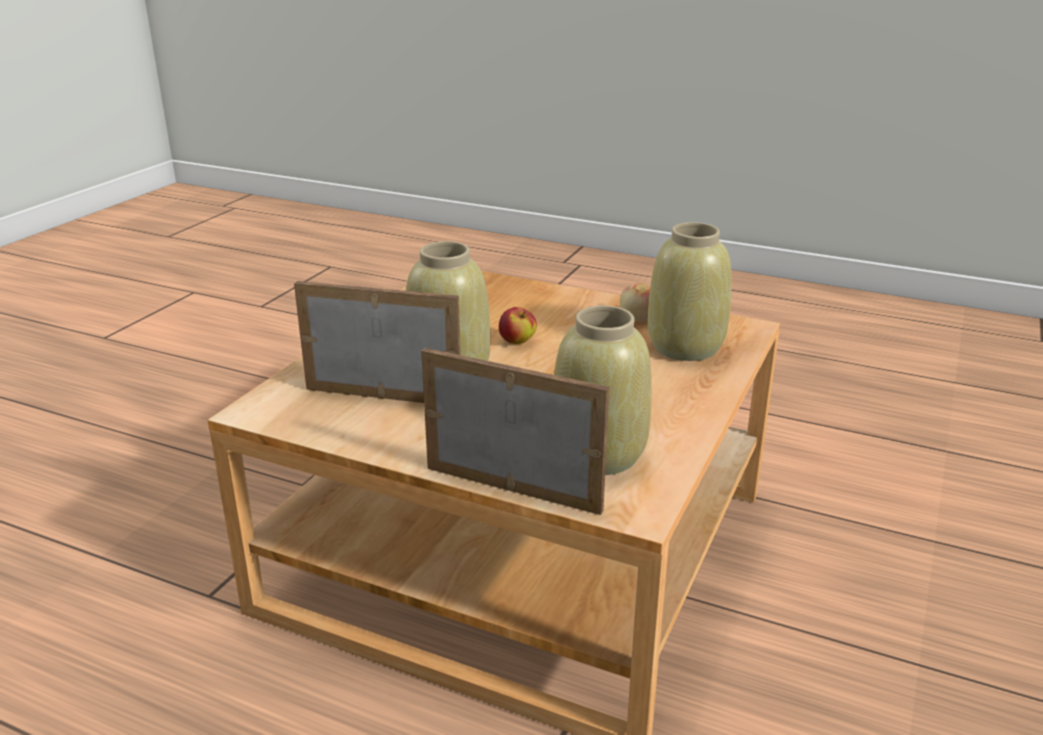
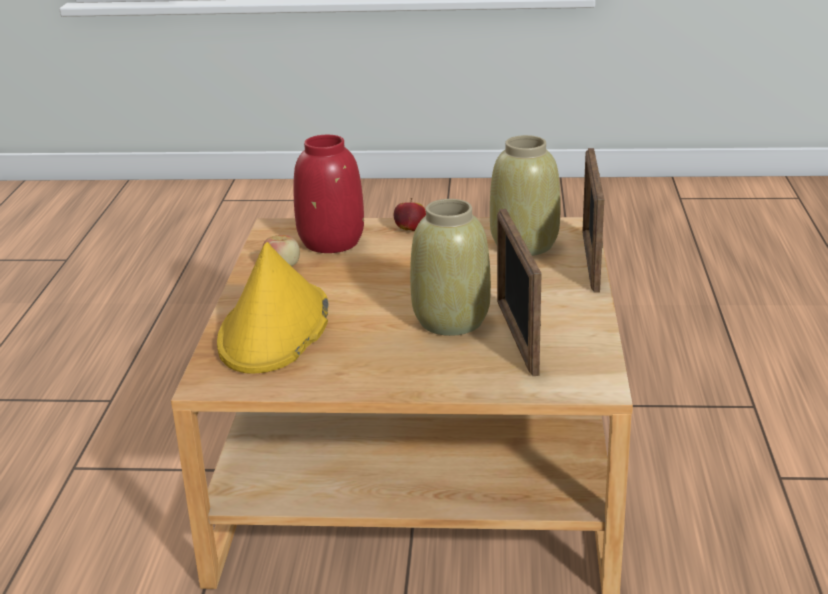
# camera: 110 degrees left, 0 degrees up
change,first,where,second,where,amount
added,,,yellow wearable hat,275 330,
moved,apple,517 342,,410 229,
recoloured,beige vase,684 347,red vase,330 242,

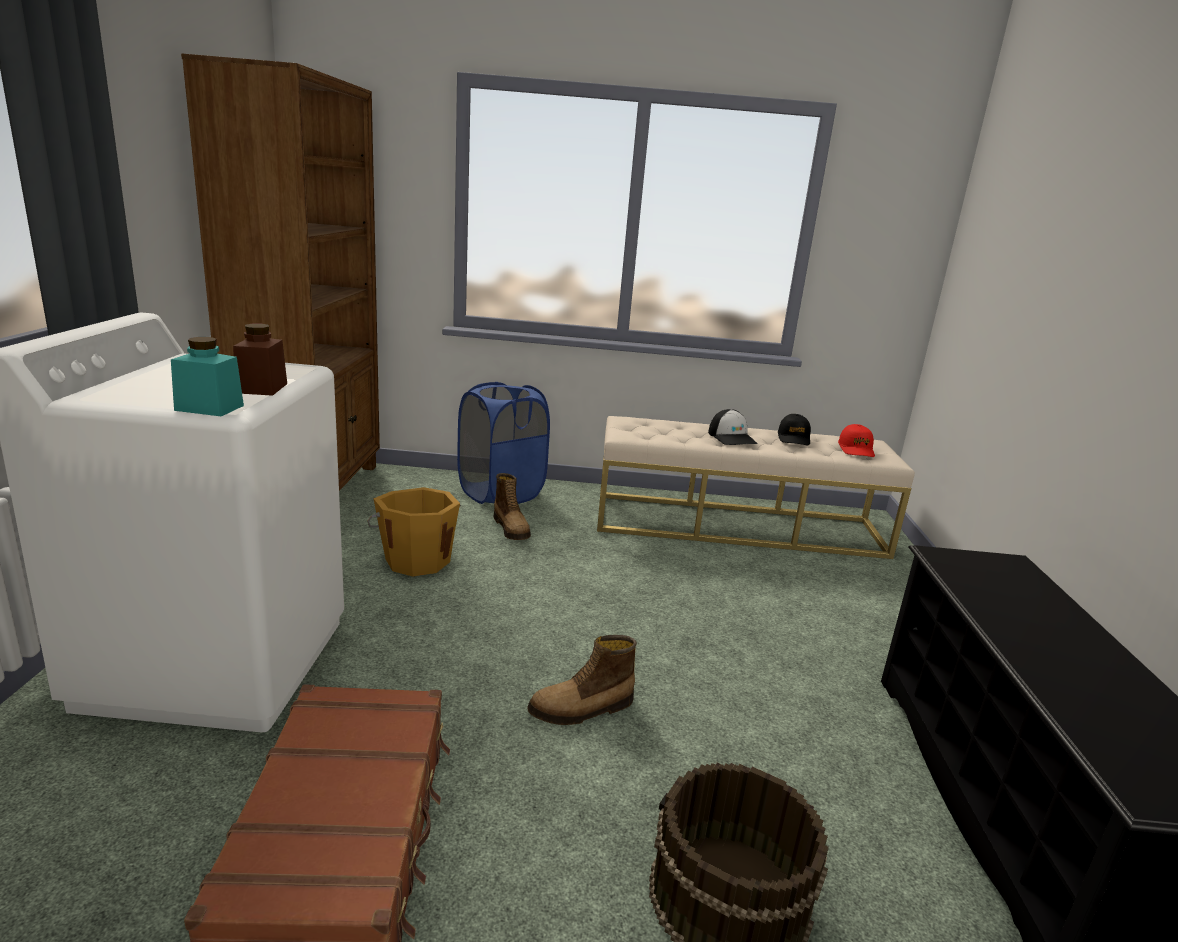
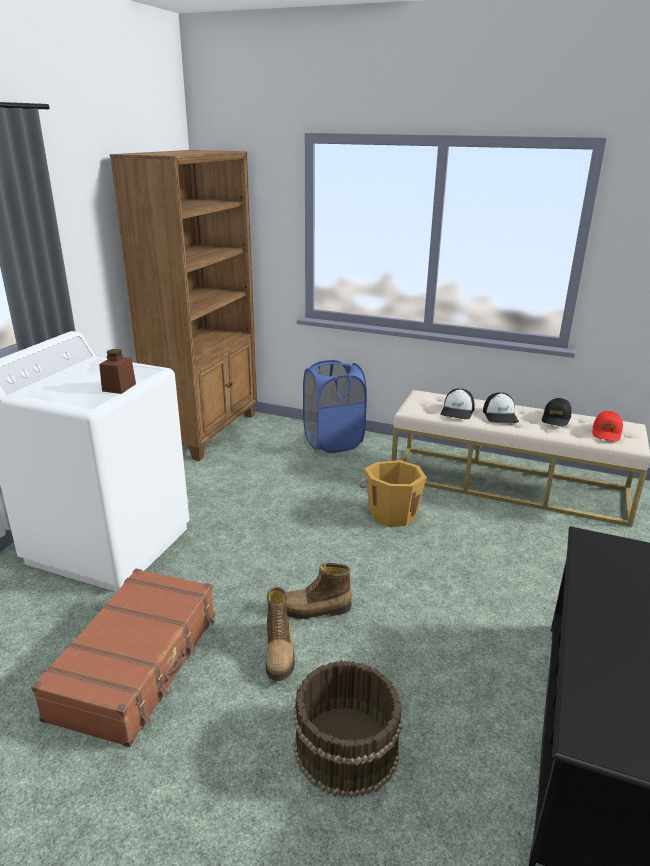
# camera: 20 degrees right, 5 degrees up
change,first,where,second,where,amount
removed,turquoise-coloured preserve jar,209 408,,,
added,,,cap,457 411,
moved,orangey pail,417 560,,392 513,
moved,high-top boot,512 529,,280 653,

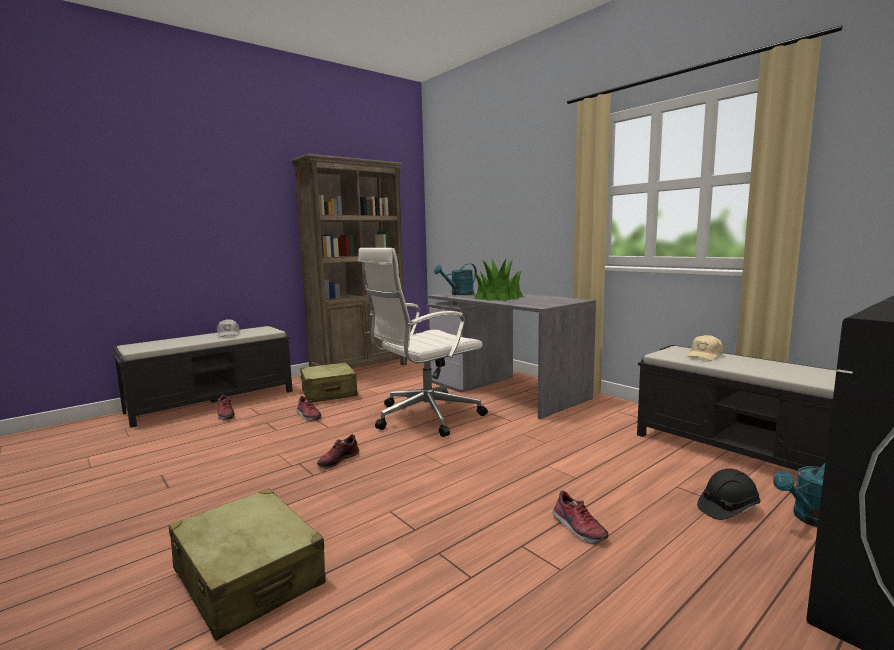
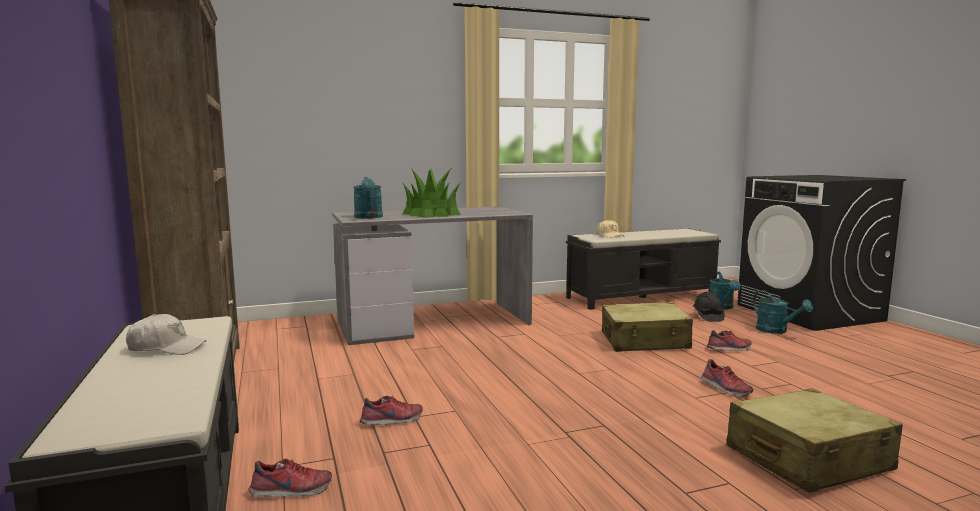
# camera: 70 degrees left, 0 degrees up
change,first,where,second,where,amount
removed,white-coloured desk chair,424 417,,,
added,,,turquoise-coloured watering can,776 331,
moved,beige travel case,328 393,,645 341,
moved,low shoe,338 460,,724 389,

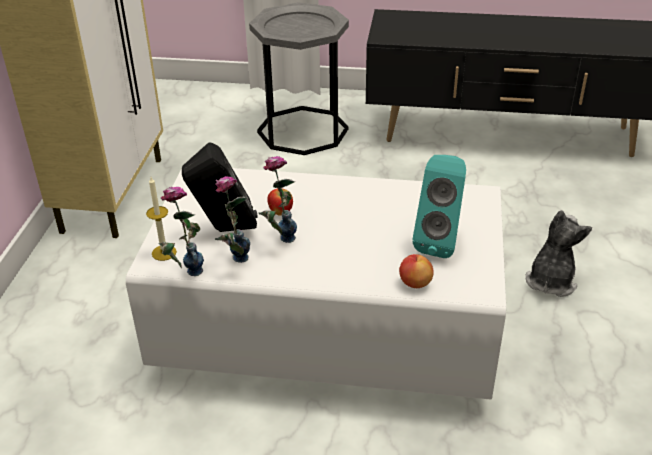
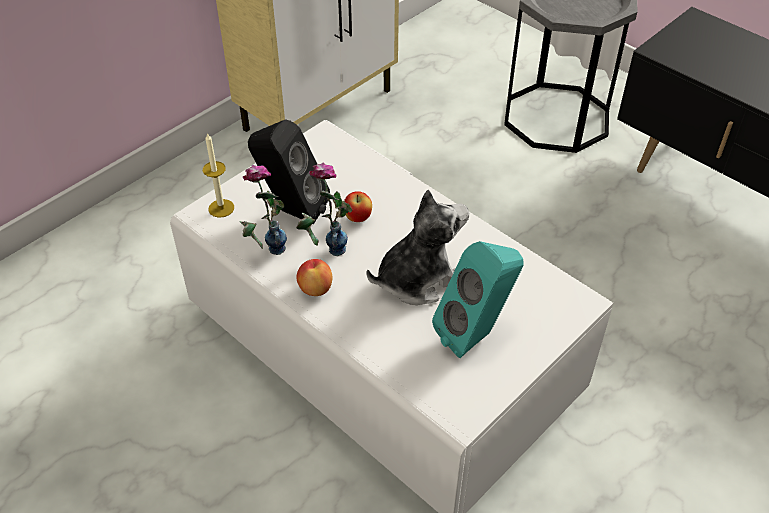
# camera: 35 degrees right, 10 degrees up
change,first,where,second,where,amount
removed,vase,184 275,,,
moved,apple,415 283,,315 288,
moved,plush toy,550 281,,418 279,

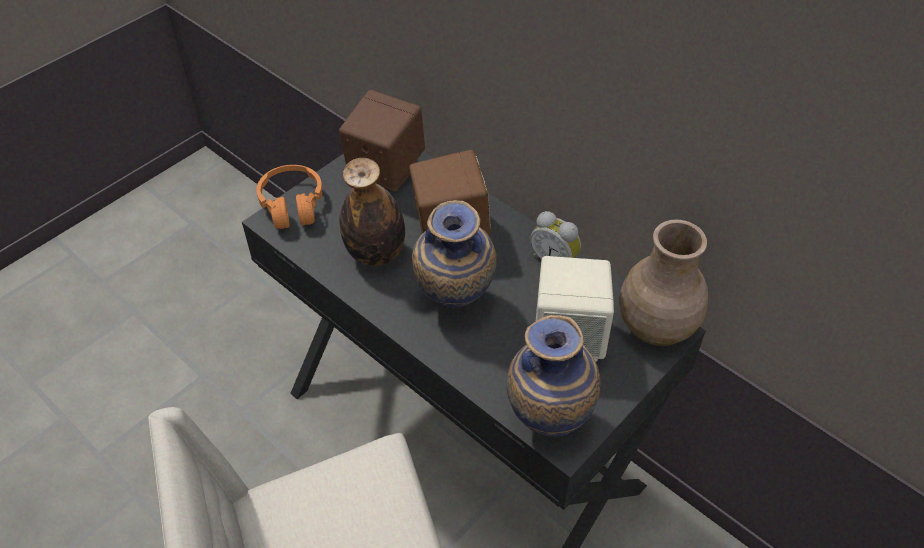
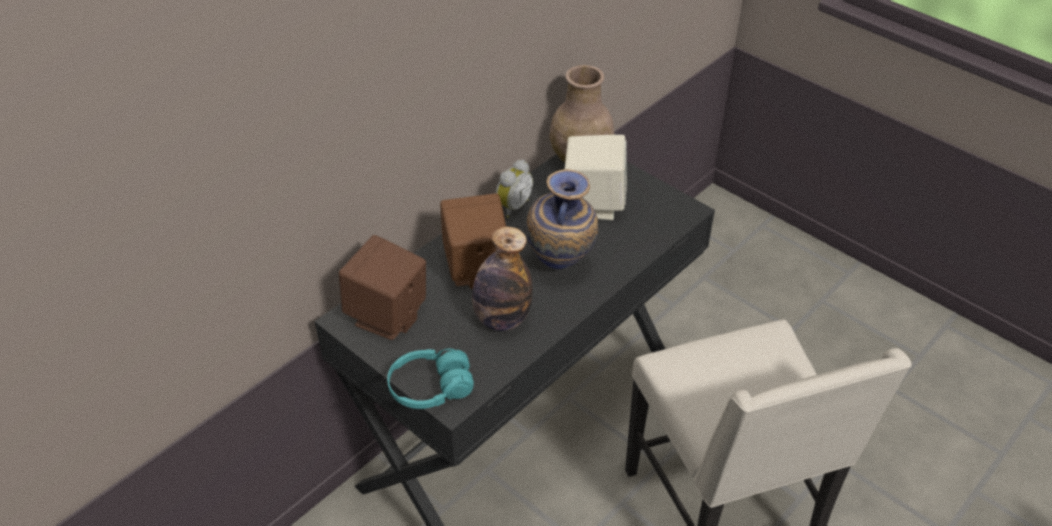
# camera: 90 degrees left, 5 degrees down
change,first,where,second,where,amount
removed,vase,548 421,,,
recoloured,orangey headphones,292 205,turquoise-coloured headphones,430 388,

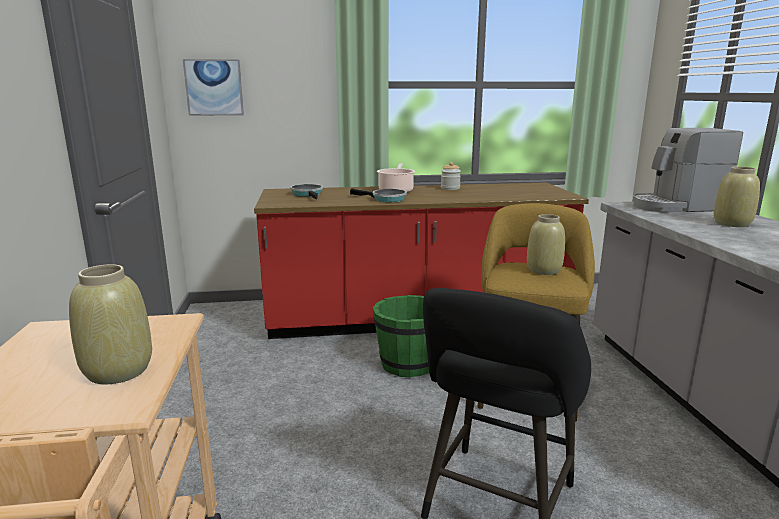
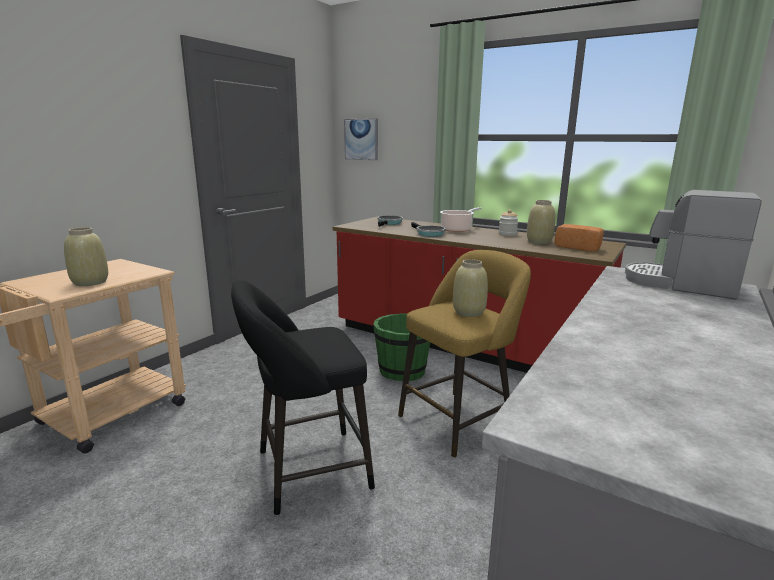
# camera: 40 degrees right, 0 degrees up
change,first,where,second,where,amount
added,,,bread,578 247,
moved,beige vase,731 224,,538 242,

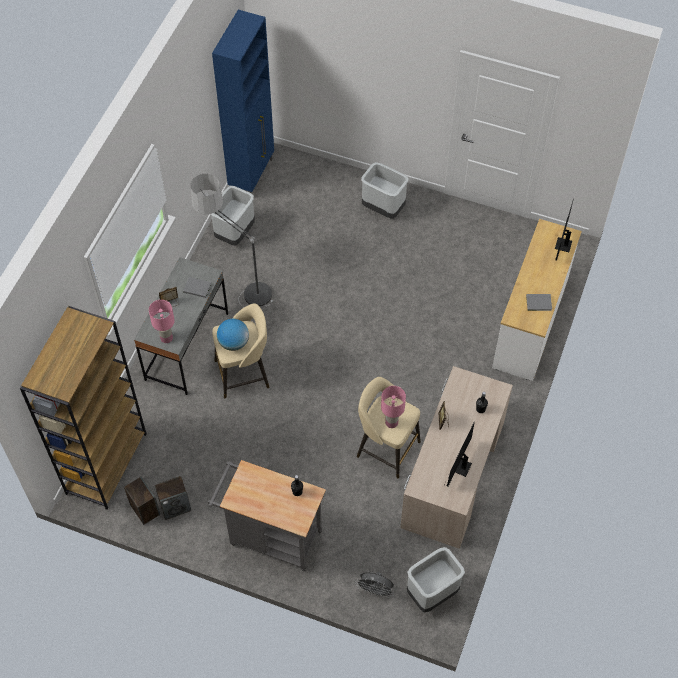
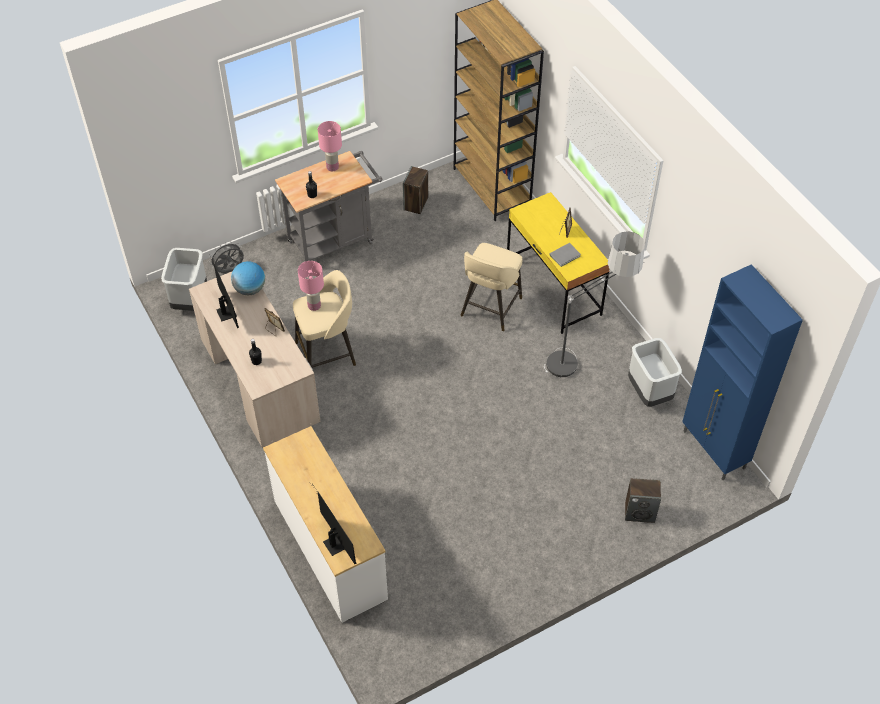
# camera: 130 degrees right, 5 degrees down
change,first,where,second,where,amount
removed,grey trash can,384 208,,,
removed,grey volume,539 303,,,
moved,speaker,144 509,,640 512,
moved,pink-coloured lamp for a table,166 338,,332 167,
moved,desk globe,234 343,,250 289,
recoloured,grey desk unit,187 346,yellow desk unit,553 289,

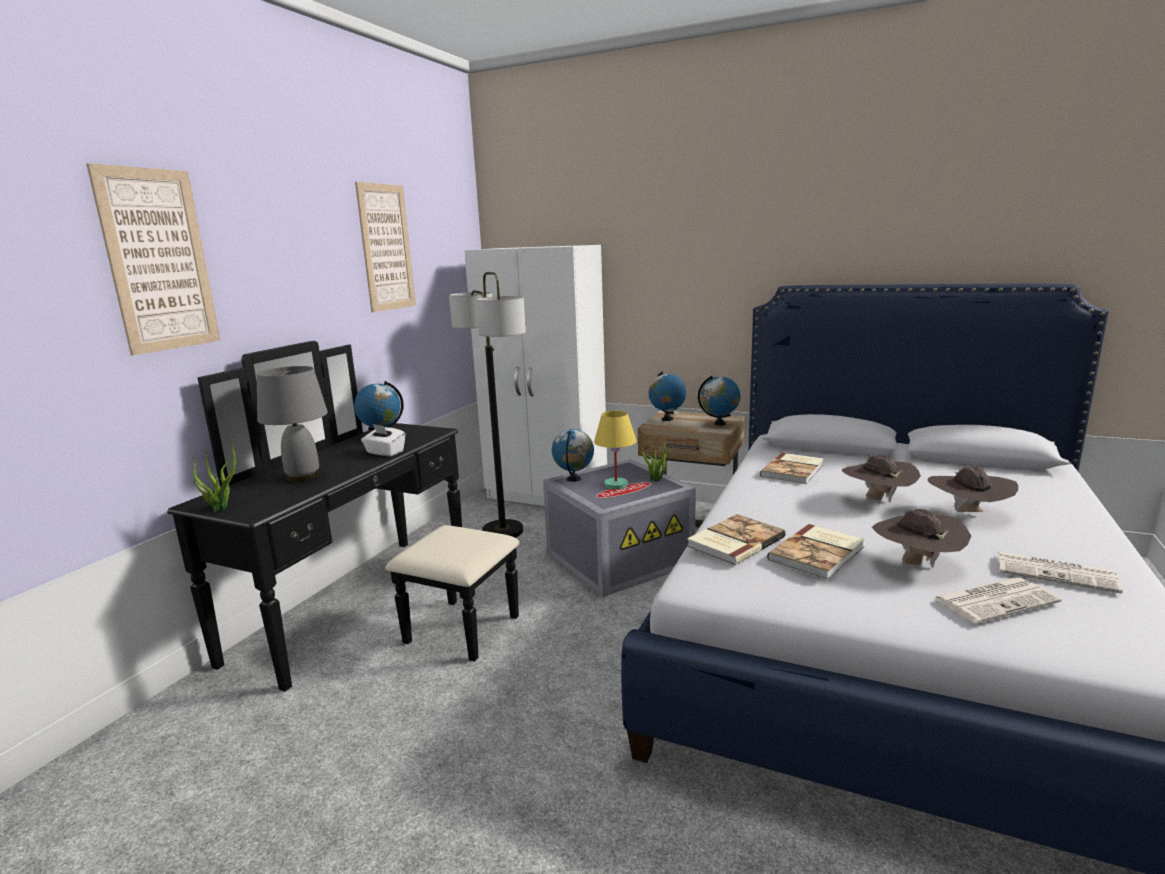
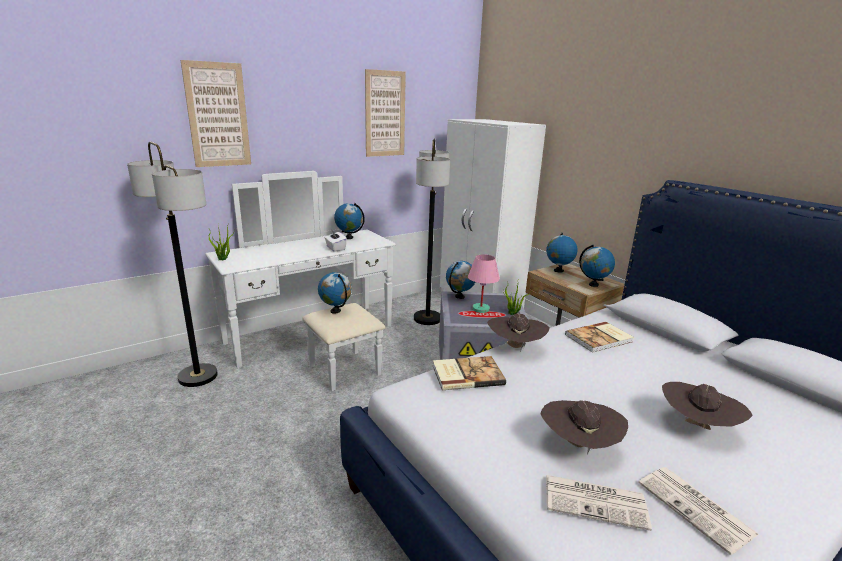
# camera: 30 degrees right, 5 degrees up
change,first,where,second,where,amount
removed,grey lamp for a table,302 477,,,
removed,volume,819 553,,,
added,,,standard lamp,198 376,
added,,,desk globe,335 311,
moved,brown-coloured wearable hat,877 500,,515 347,
recoloured,blackish drawer chest,379 608,white-coloured drawer chest,318 341,
recoloured,yellow lamp for a table,616 485,pink-coloured lamp for a table,481 309,

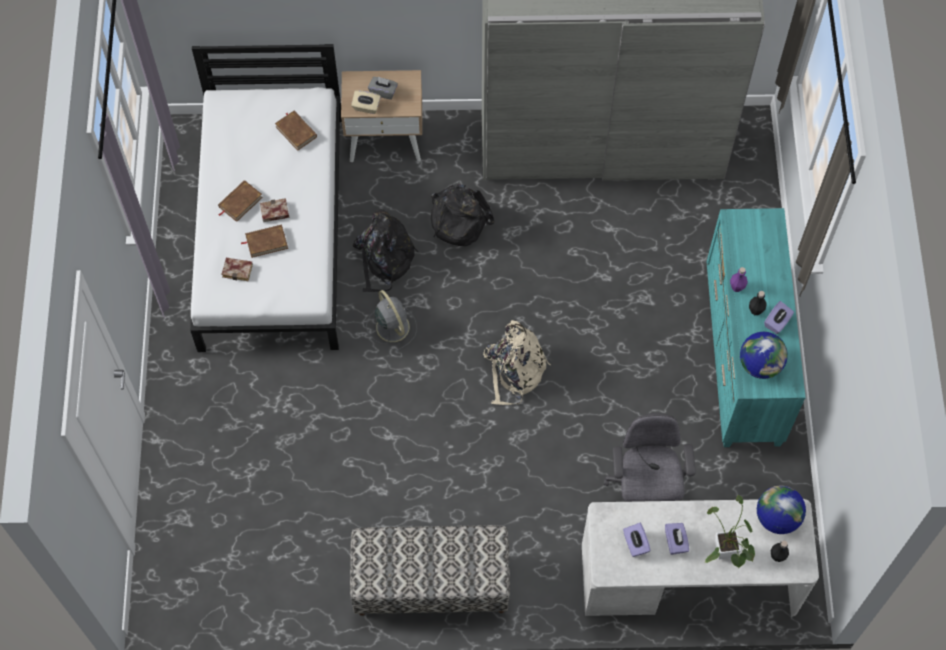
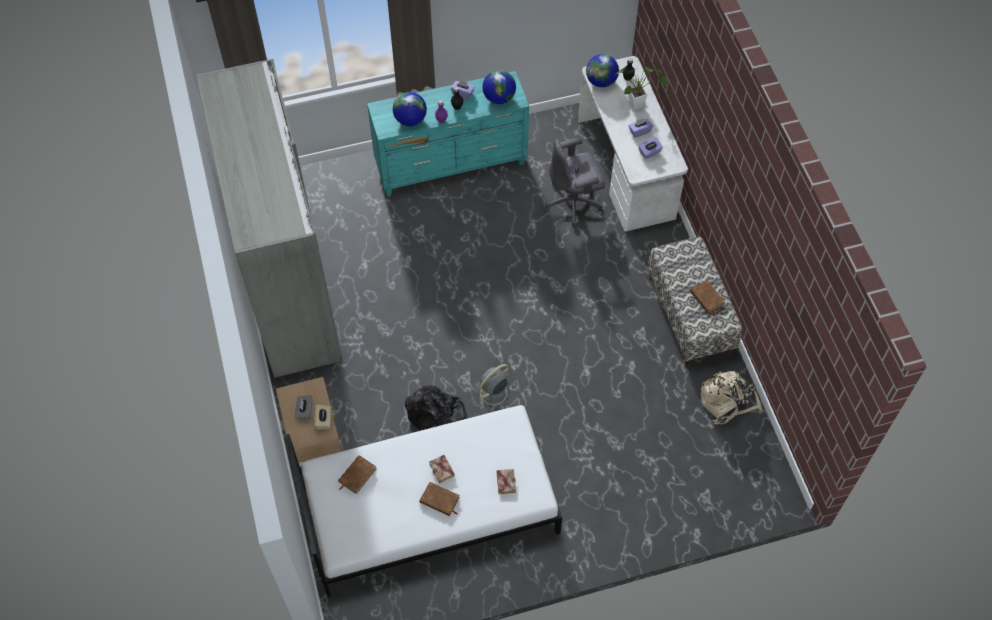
# camera: 105 degrees left, 5 degrees down
change,first,where,second,where,amount
removed,blackish rucksack,458 220,,,
added,,,desk globe,410 120,
moved,brown-coloured volume,266 242,,706 298,
moved,beige rucksack,514 371,,727 401,

